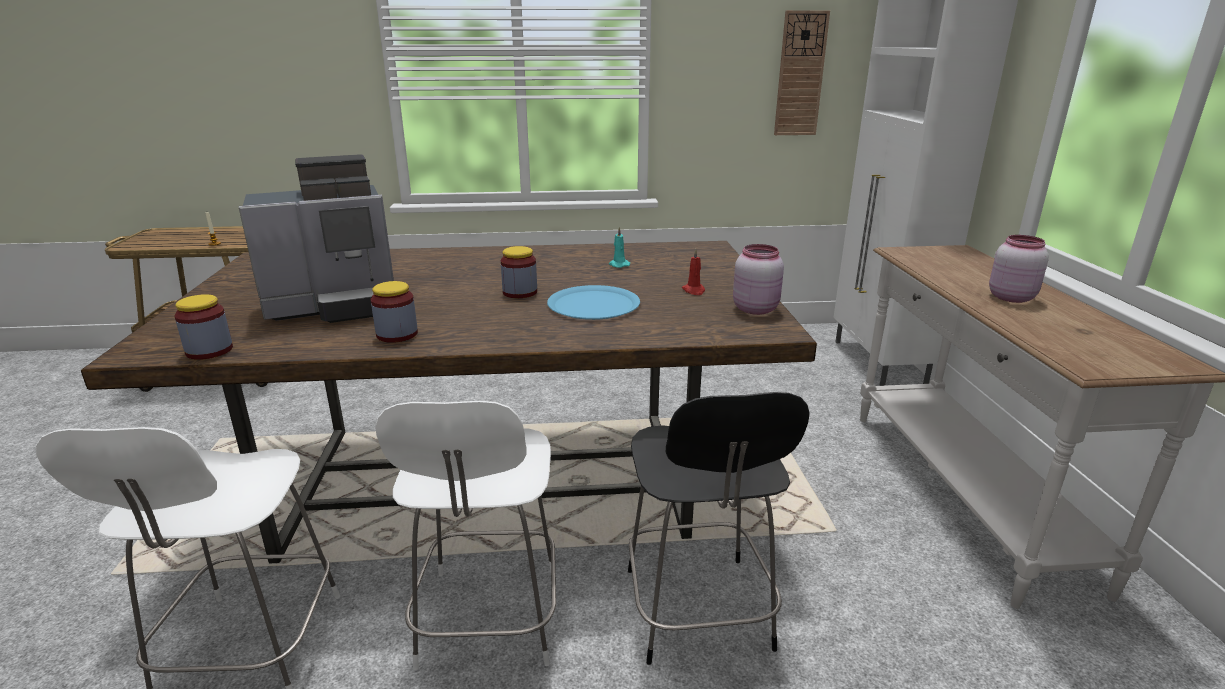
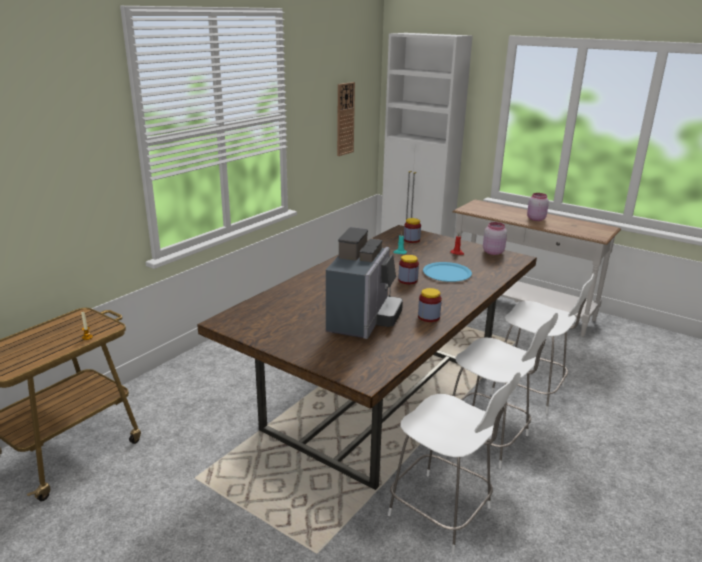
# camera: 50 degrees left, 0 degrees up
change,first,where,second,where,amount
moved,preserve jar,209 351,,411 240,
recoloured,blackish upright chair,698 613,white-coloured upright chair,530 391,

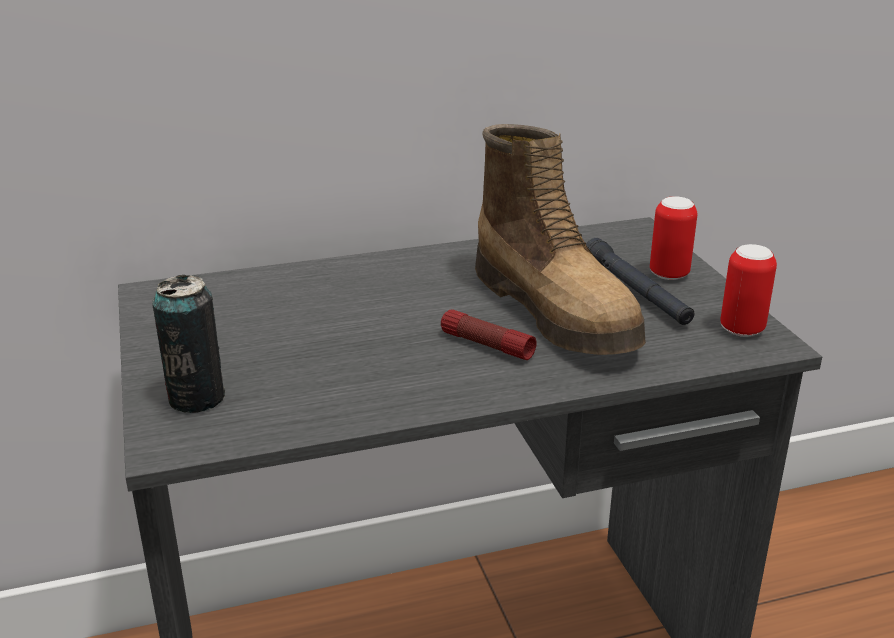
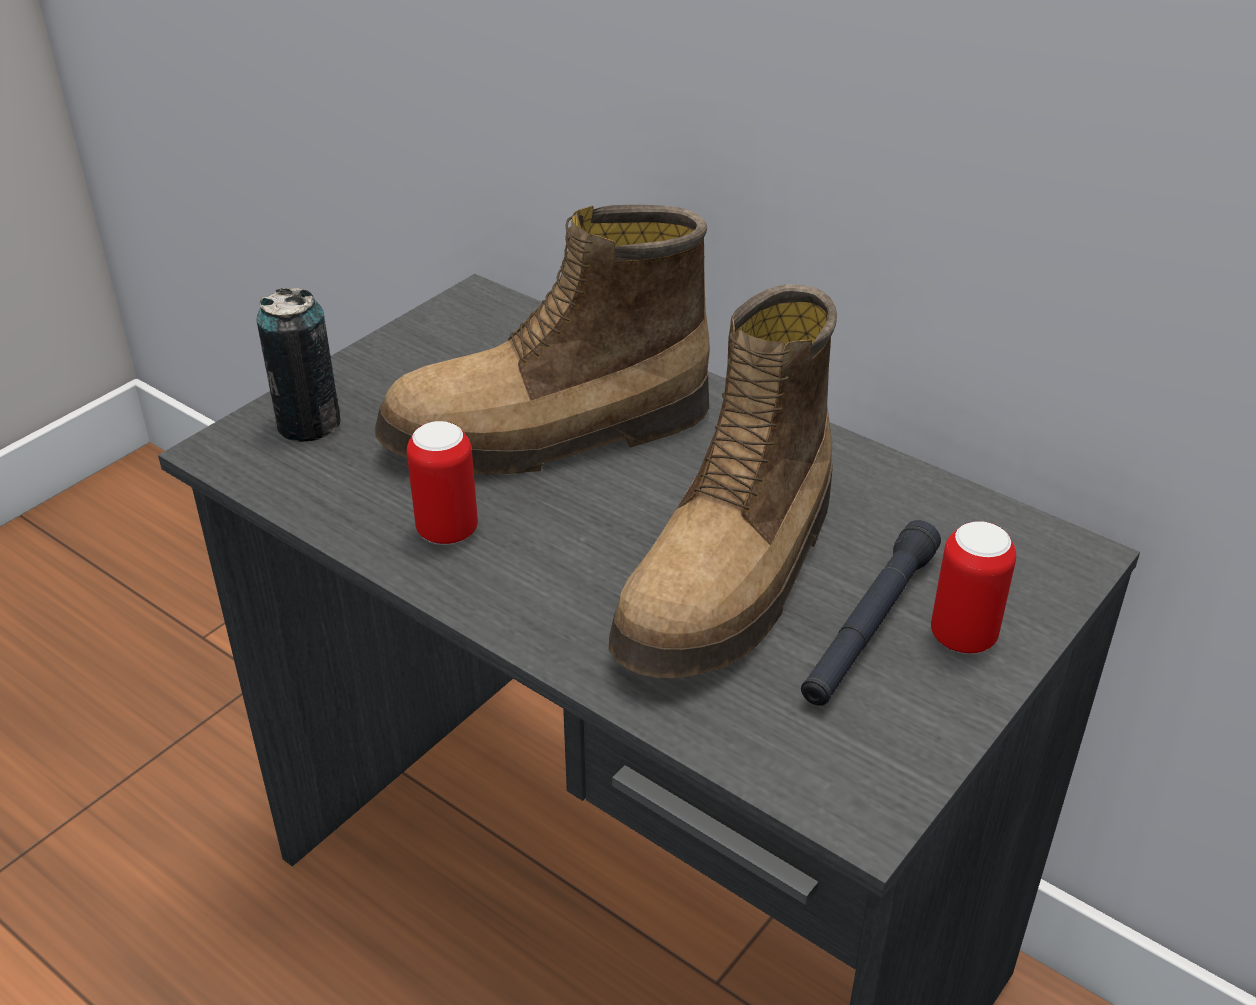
# camera: 55 degrees right, 10 degrees up
change,first,where,second,where,amount
removed,flashlight,486 345,,,
added,,,high-top boot,549 435,
moved,metal can,742 329,,447 531,

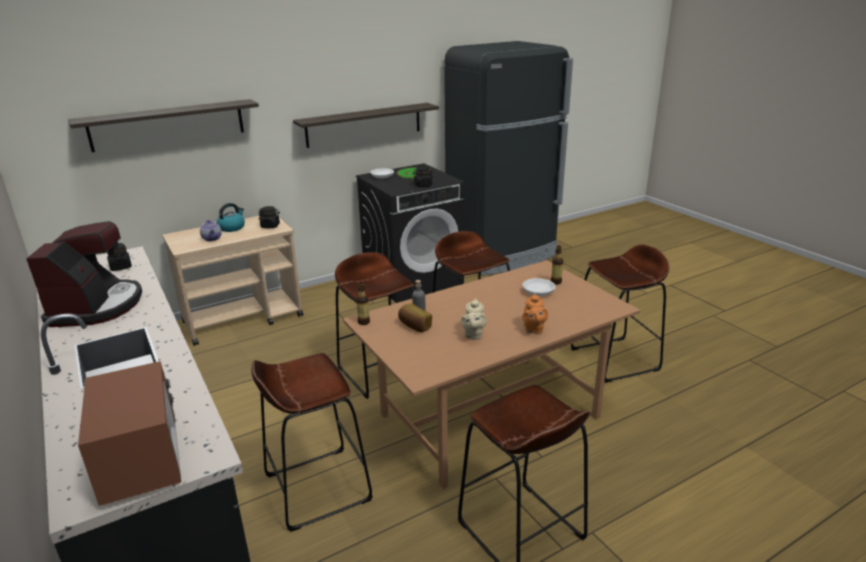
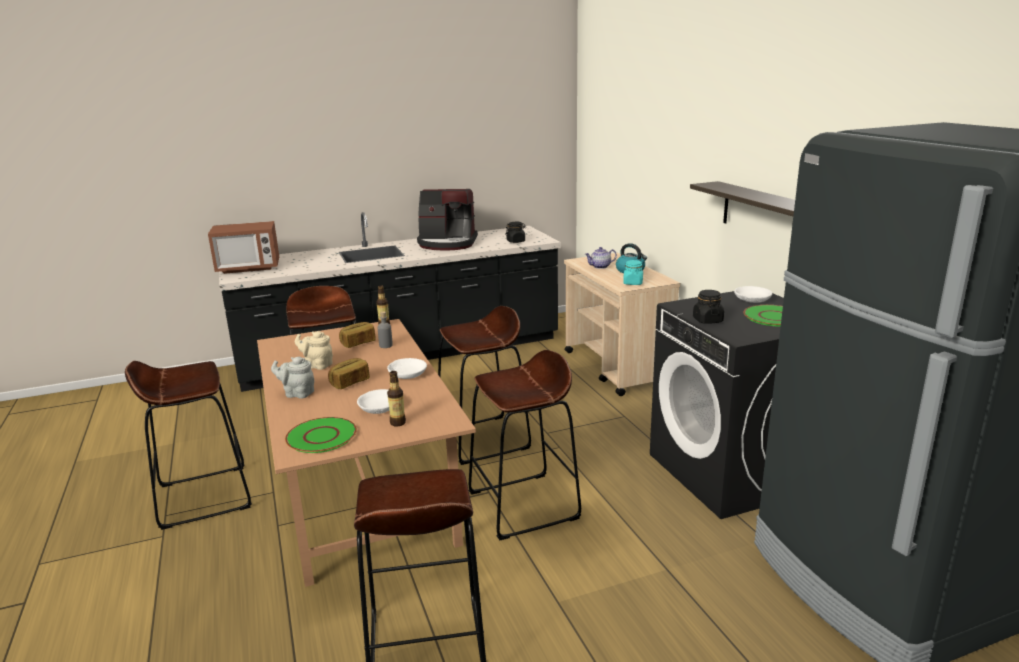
# camera: 100 degrees right, 5 degrees down
change,first,where,second,where,amount
removed,bracket shelf,168 125,,,
added,,,greenish dinner plate,322 436,
added,,,bread,349 382,
added,,,white-coloured serving bowl,407 374,
recoloured,blackish preserve jar,270 226,turquoise-coloured preserve jar,633 283,
recoloured,orangey tea pot,533 329,grey tea pot,297 393,

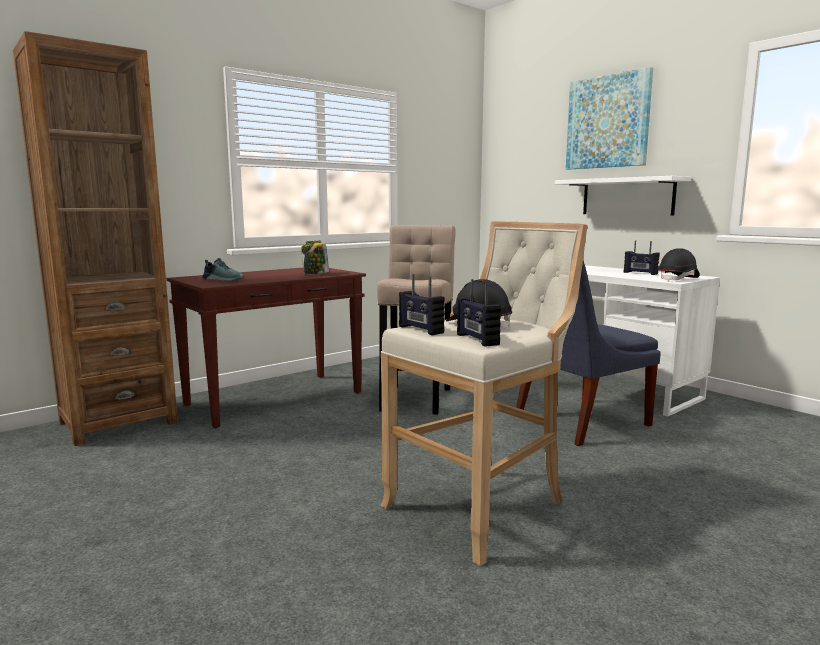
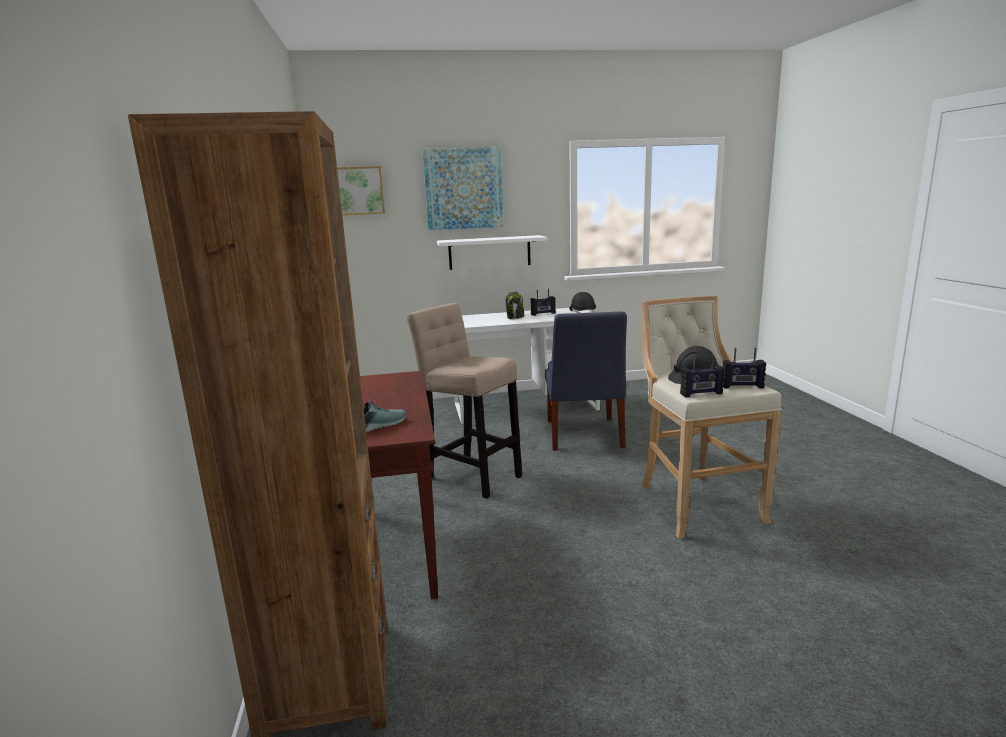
# camera: 60 degrees left, 5 degrees up
change,first,where,second,where,amount
added,,,picture,359 190,
moved,preserve jar,315 274,,515 317,

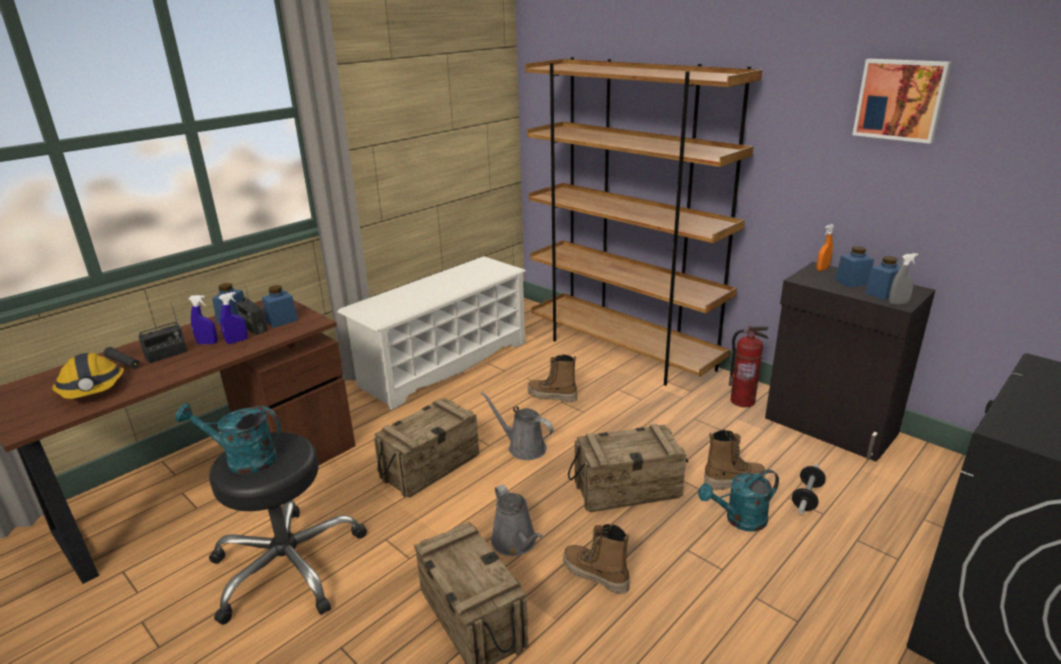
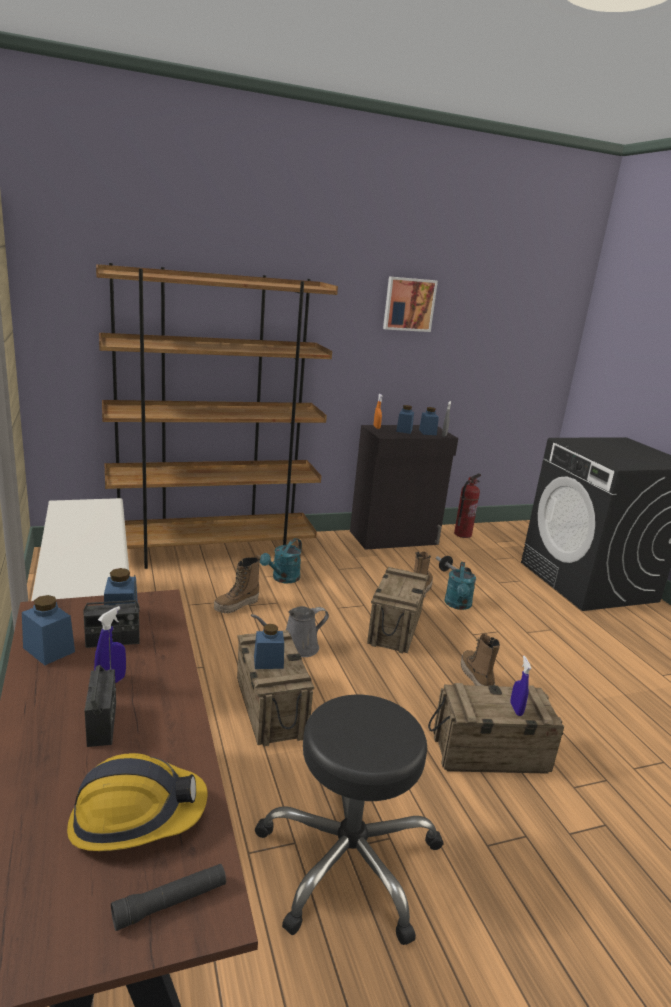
# camera: 65 degrees left, 5 degrees down
change,first,where,second,where,amount
removed,grey watering can,516 543,,,
added,,,blue preserve jar,268 662,
moved,blackish flashlight,123 363,,170 903,
moved,turquoise-coloured watering can,242 460,,283 579,
moved,blue spray bottle,237 341,,516 709,
moved,fire-fighting cylinder,742 401,,462 534,
turned,high-top boot,595 575,,476 678,105 degrees clockwise

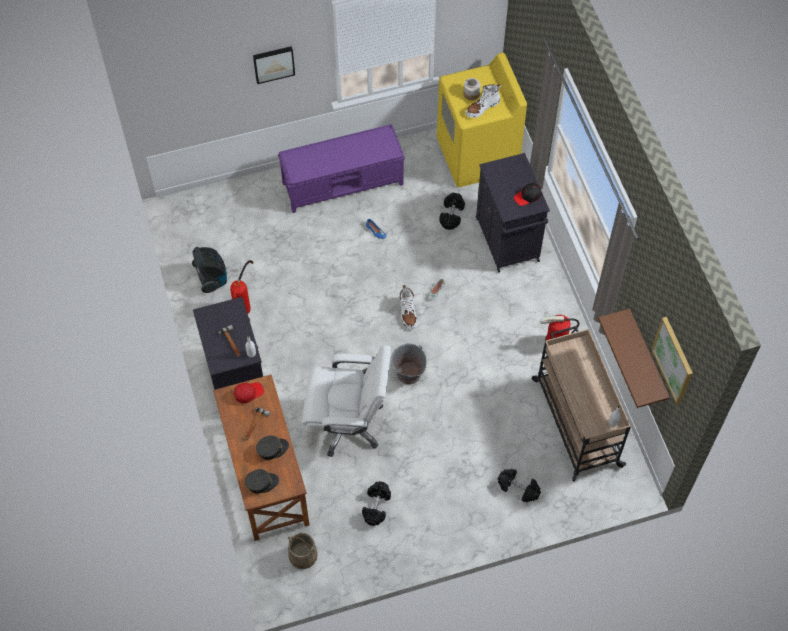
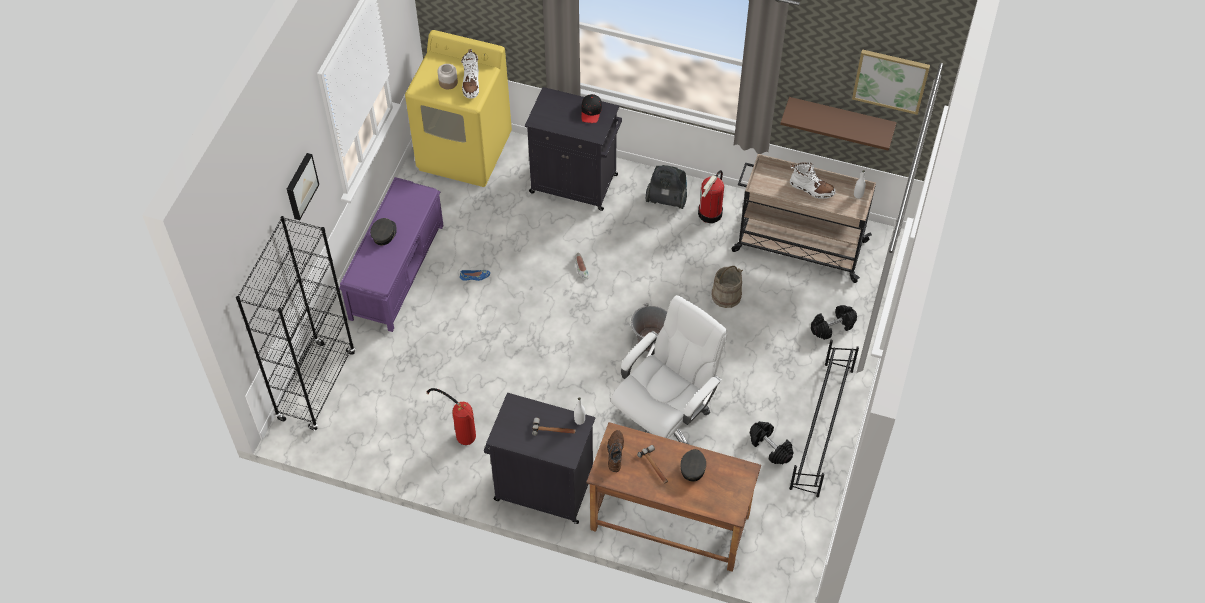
# camera: 55 degrees left, 5 degrees down
change,first,where,second,where,amount
removed,blackish free weight,452 215,,,
added,,,blackish shelving unit,317 386,
added,,,blackish shoe shelf,821 429,
moved,hoover,212 278,,666 199,
moved,grey cap,261 483,,384 234,
moved,beige pail,302 555,,726 295,
moved,white-coloured high-top boot,407 313,,811 189,
replaced,red cap,248 393,brown-coloured low shoe,614 453,

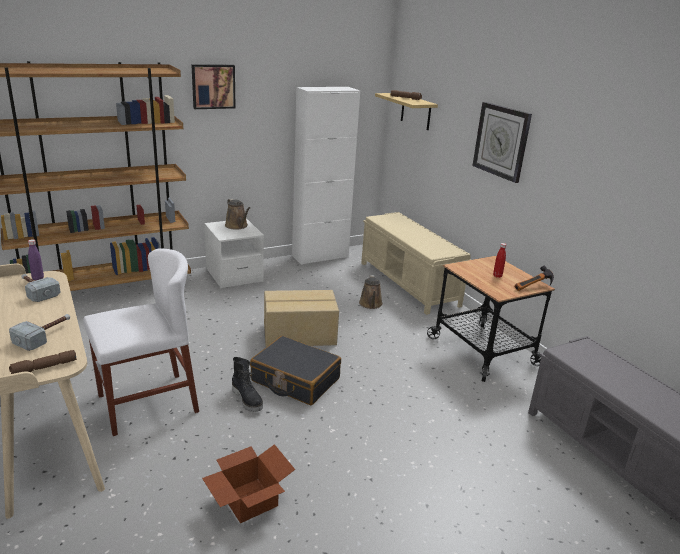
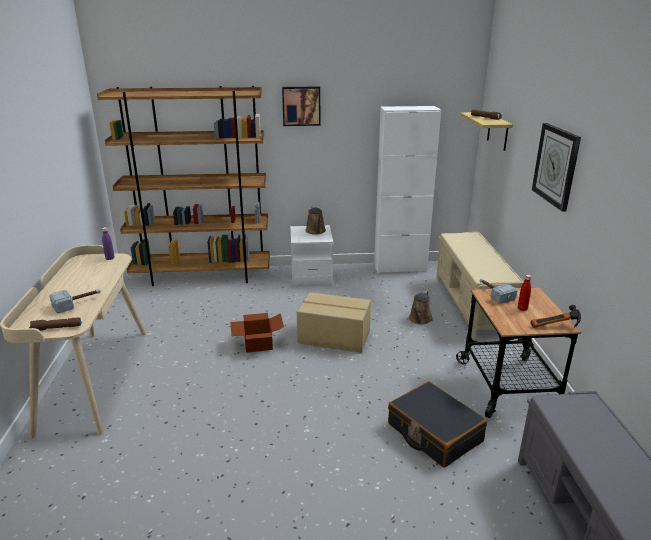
# camera: 25 degrees right, 0 degrees up
change,first,where,second,where,amount
removed,white-coloured upright chair,147 403,,,
removed,blackish high-top boot,248 399,,,
moved,hammer,36 291,,494 294,
moved,cardboard box,248 500,,257 343,
moved,blackish travel case,295 380,,434 433,

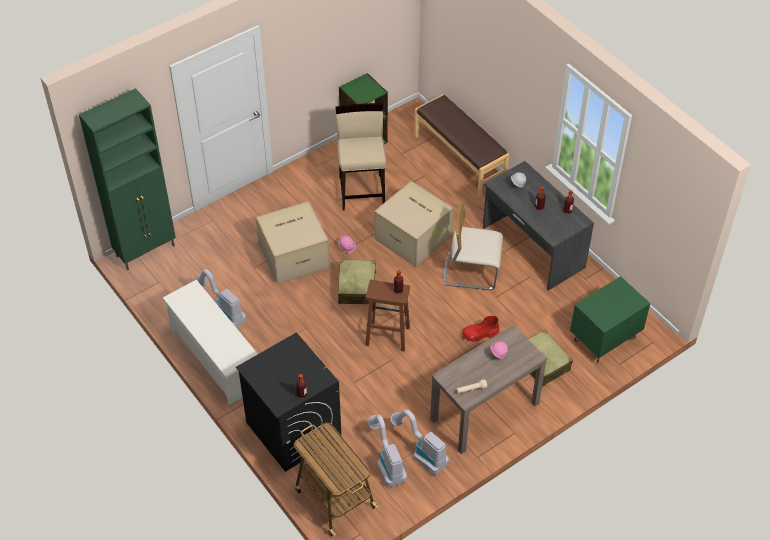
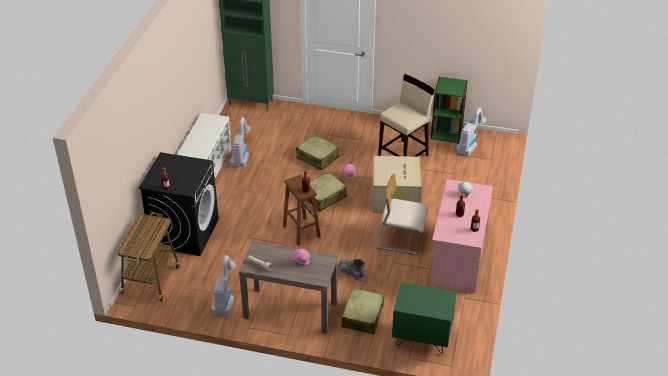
# camera: 50 degrees right, 10 degrees down
change,first,where,second,where,amount
removed,brown-coloured bench,460 158,,,
moved,hoover,387 462,,469 144,
replaced,cardboard box,294 255,beige travel case,318 158,
recoloured,red high-top boot,480 335,grey high-top boot,351 272,
recoloured,grey desk unit,532 248,pink-coloured desk unit,458 256,
turned,beige upright chair,471 271,,400 239,45 degrees counterclockwise

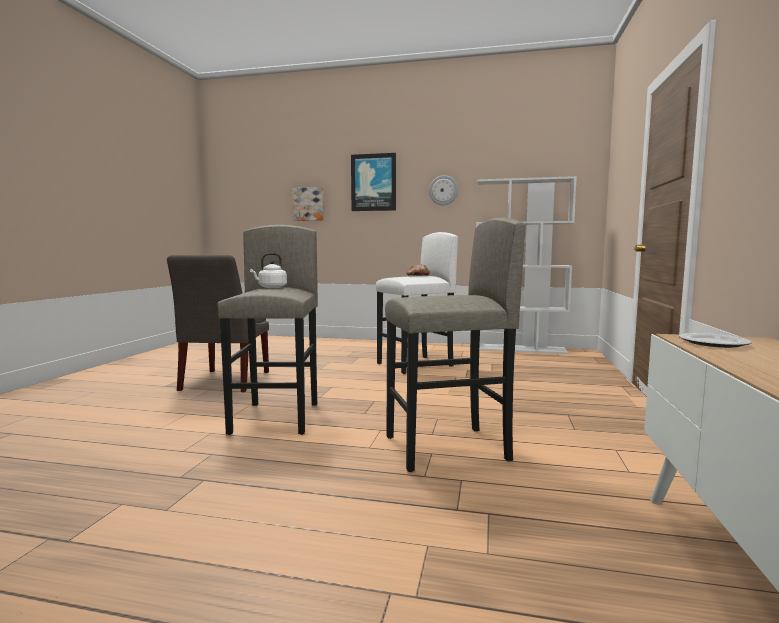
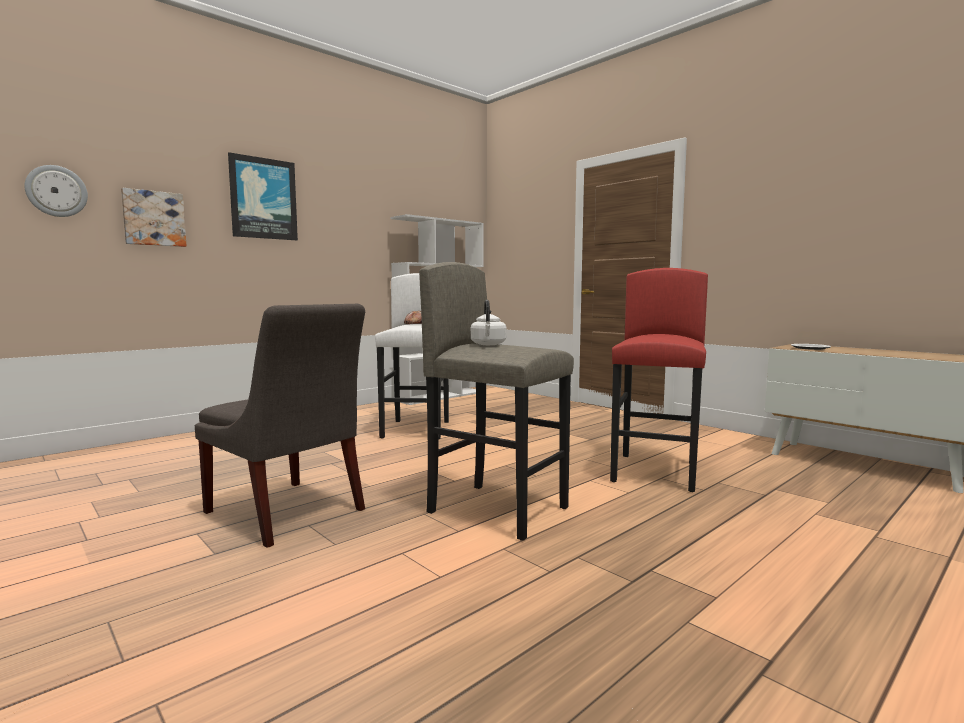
# camera: 55 degrees left, 0 degrees up
change,first,where,second,where,amount
moved,wall clock,443 190,,56 191,
recoloured,grey sitting stool,447 448,red sitting stool,656 472,

